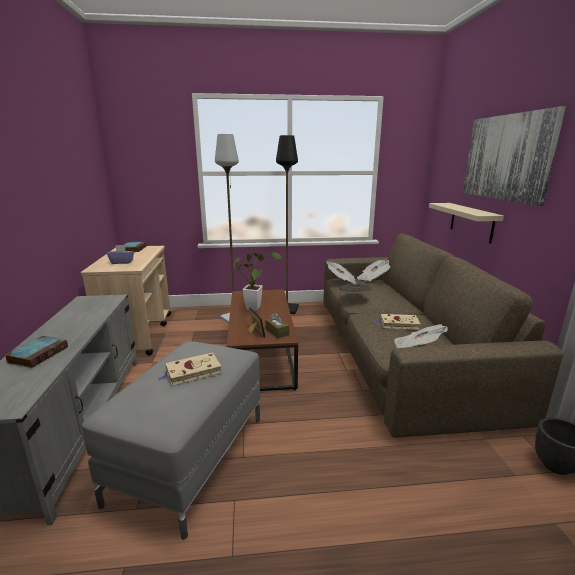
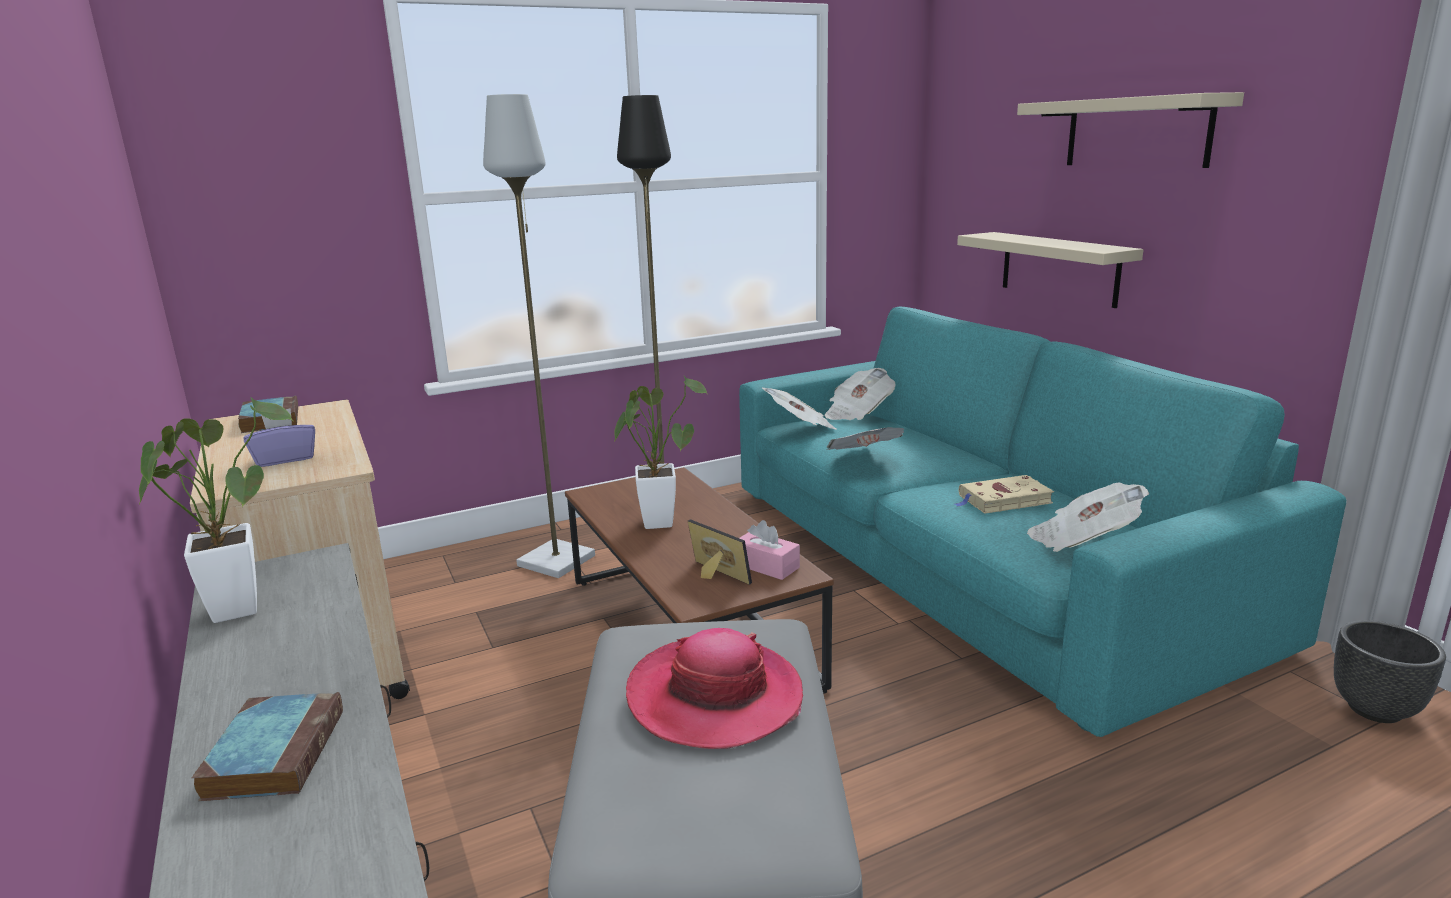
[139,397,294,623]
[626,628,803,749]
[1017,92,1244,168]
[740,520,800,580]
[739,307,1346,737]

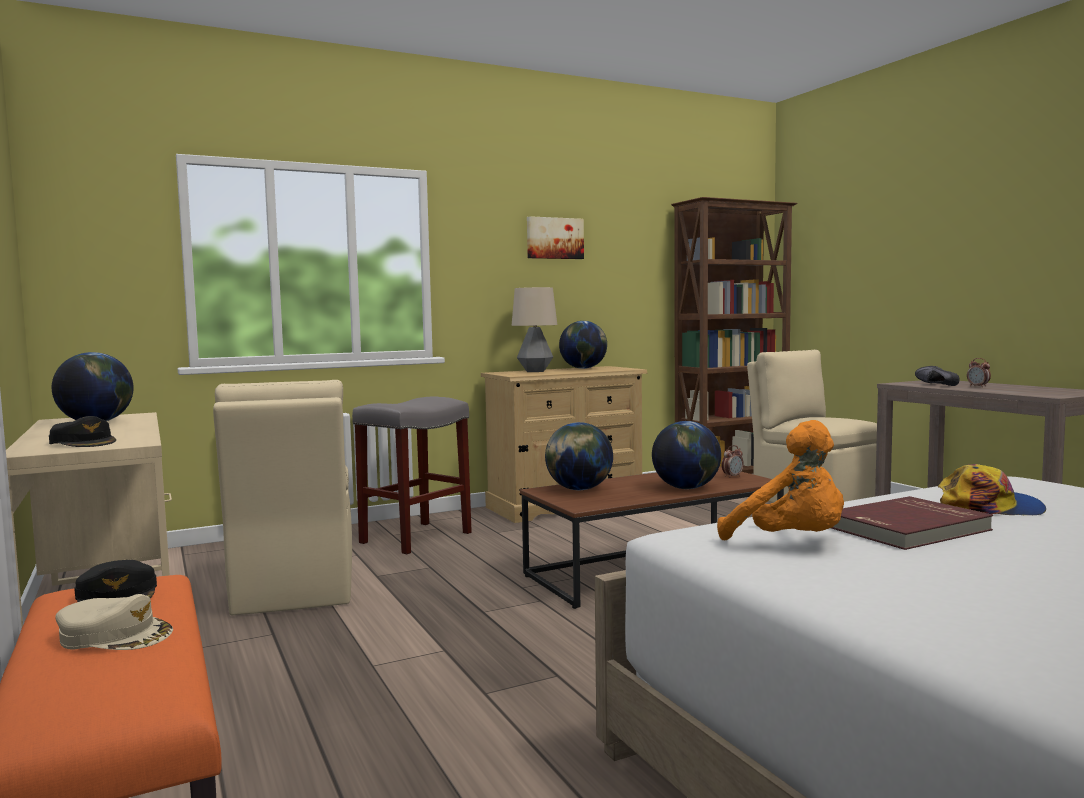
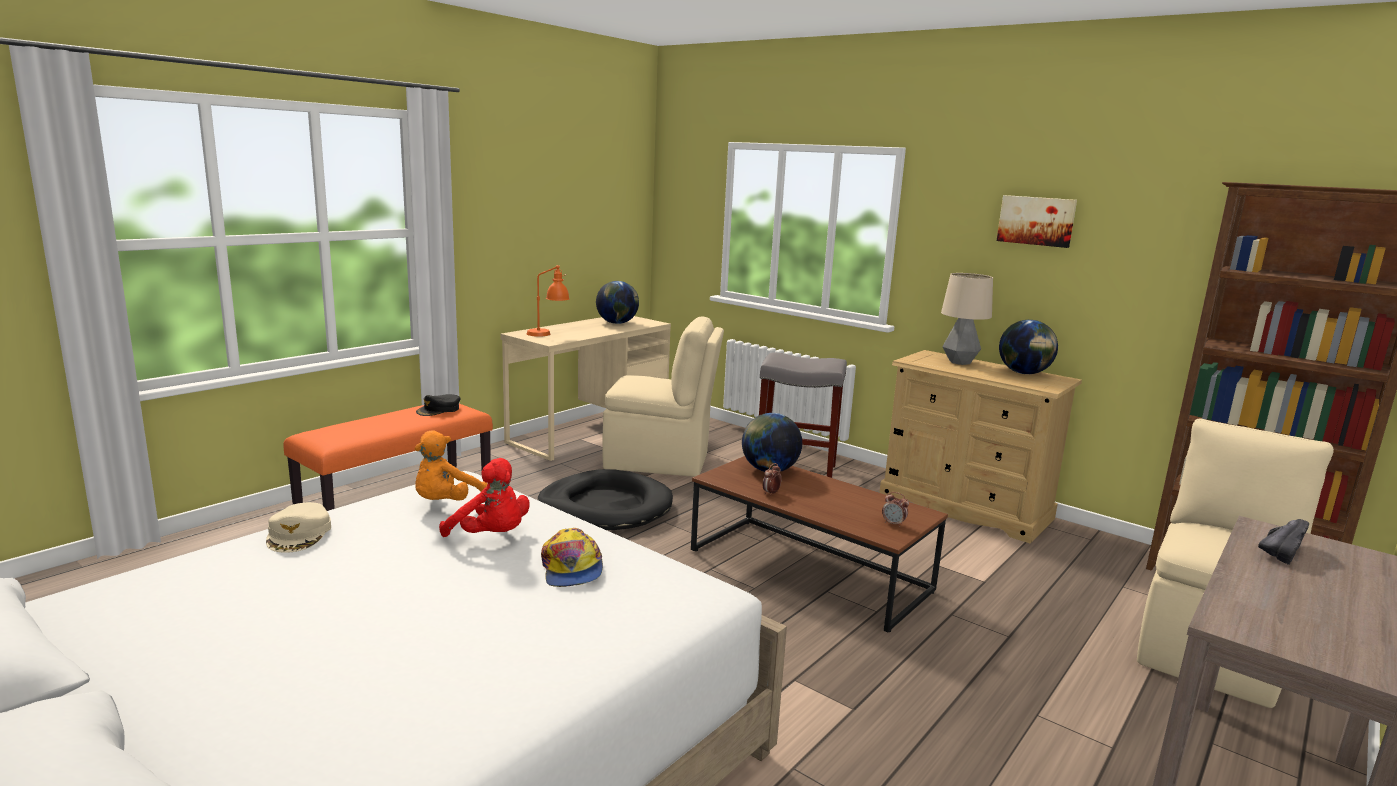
[652,421,721,489] (first image)
[538,469,673,530]
[266,502,331,553]
[763,463,782,496]
[527,265,570,337]
[439,458,530,537]
[602,316,724,477]

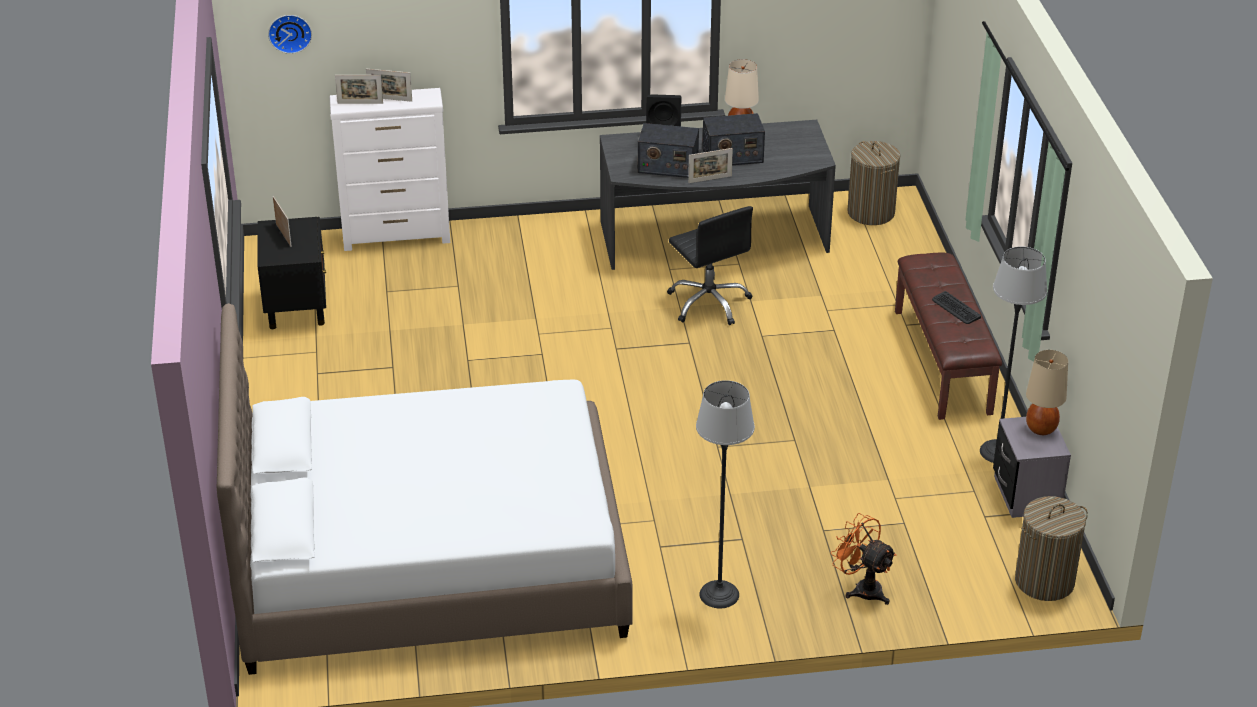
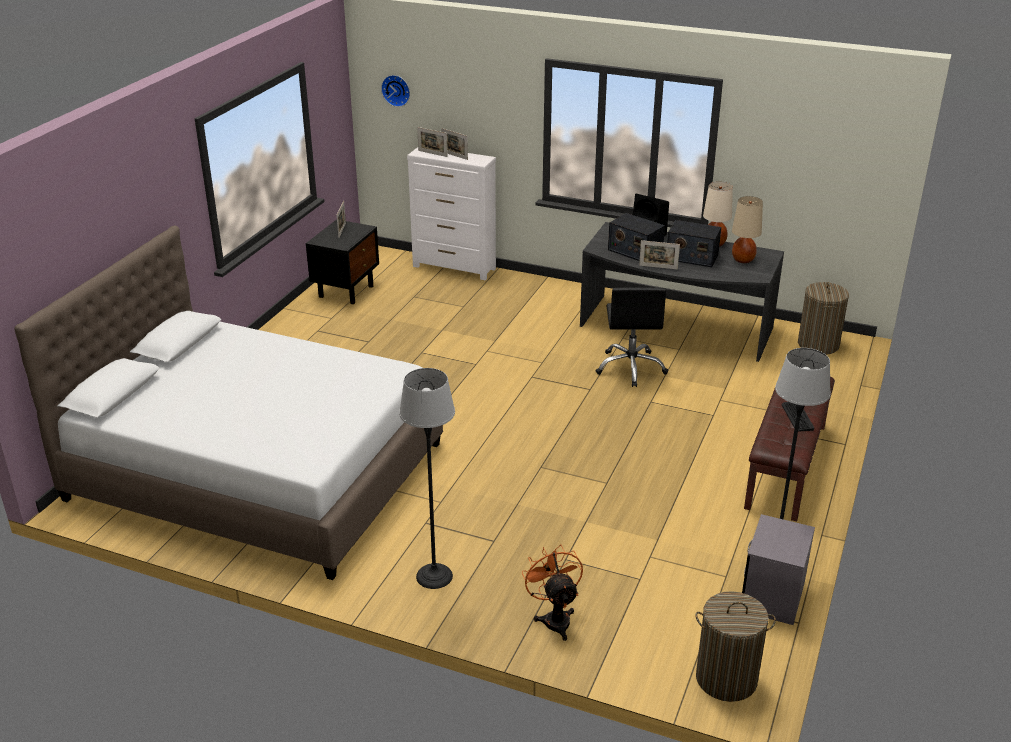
[732,196,763,263]

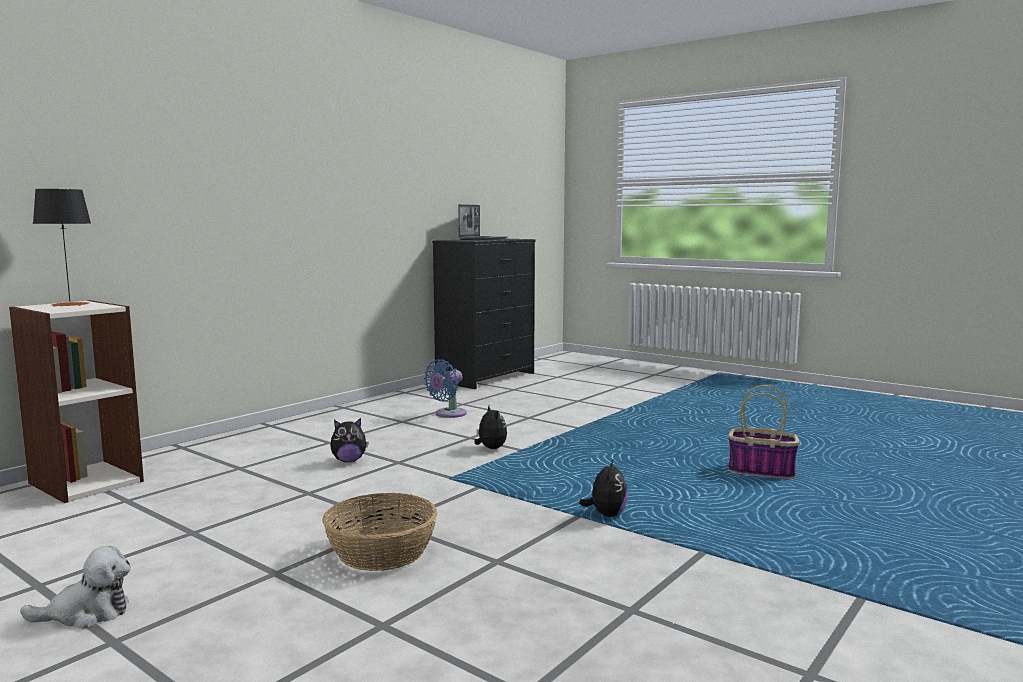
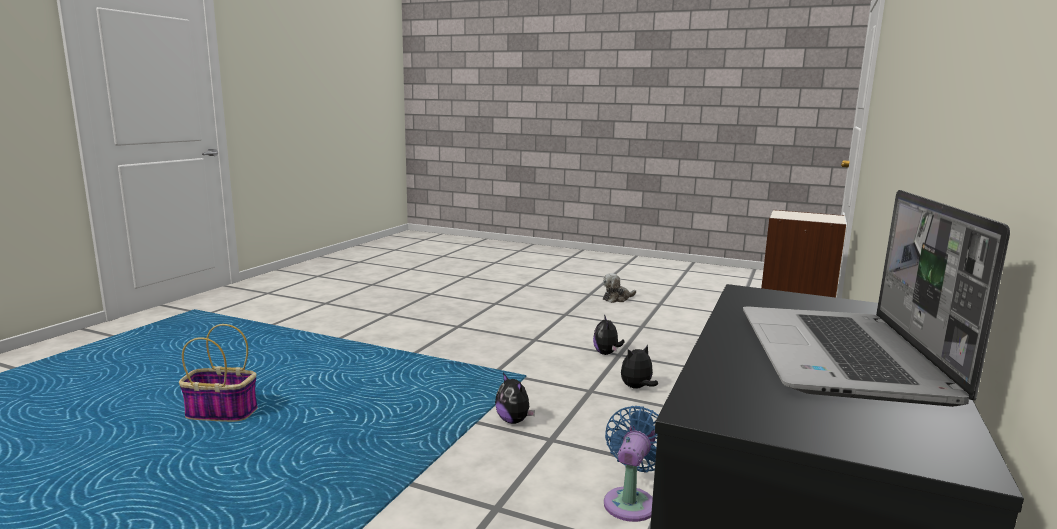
[33,189,91,306] (first image)
[322,493,438,571] (first image)
[593,314,625,355]

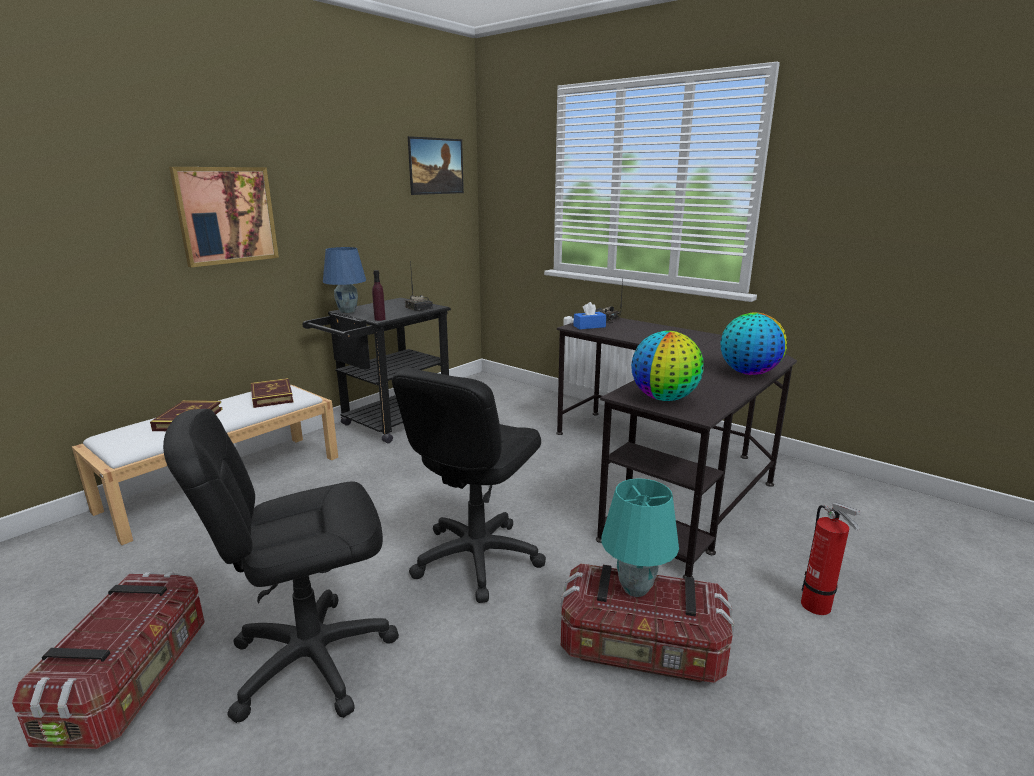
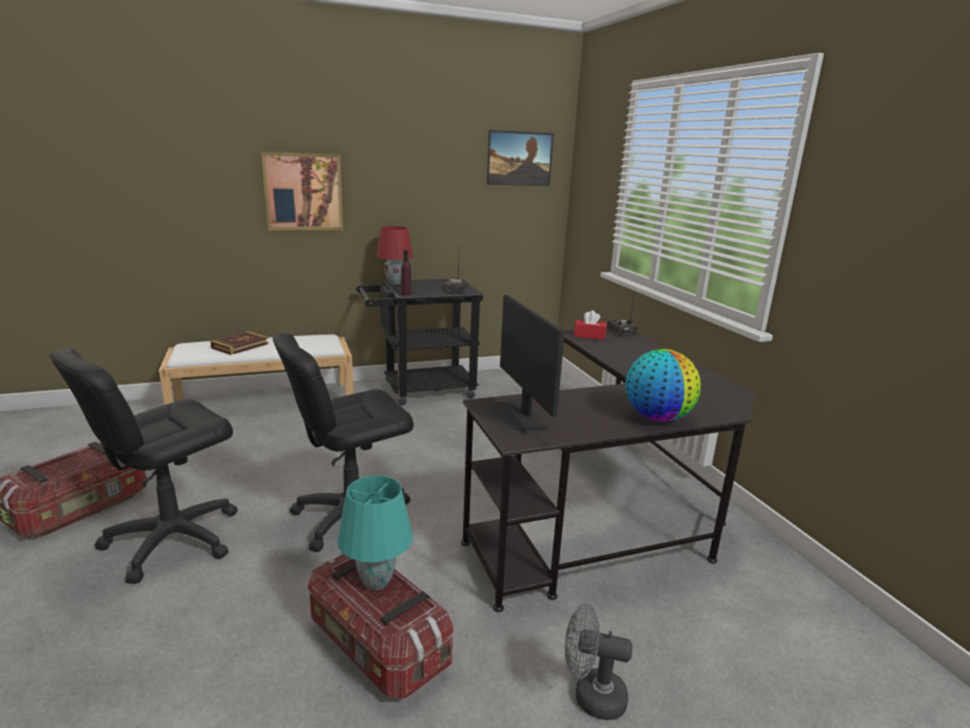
[251,378,293,408] (first image)
[482,295,565,435]
[565,604,633,720]
[376,226,413,285]
[574,310,607,340]
[49,348,238,584]

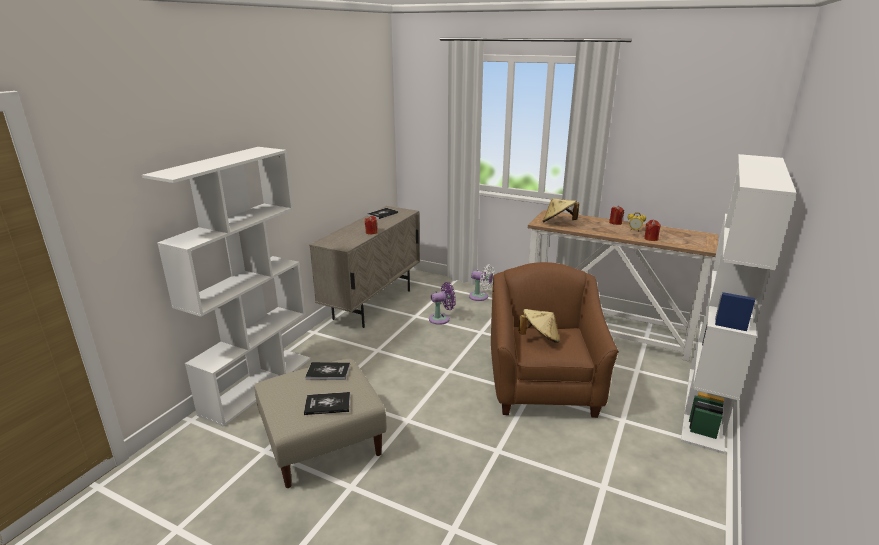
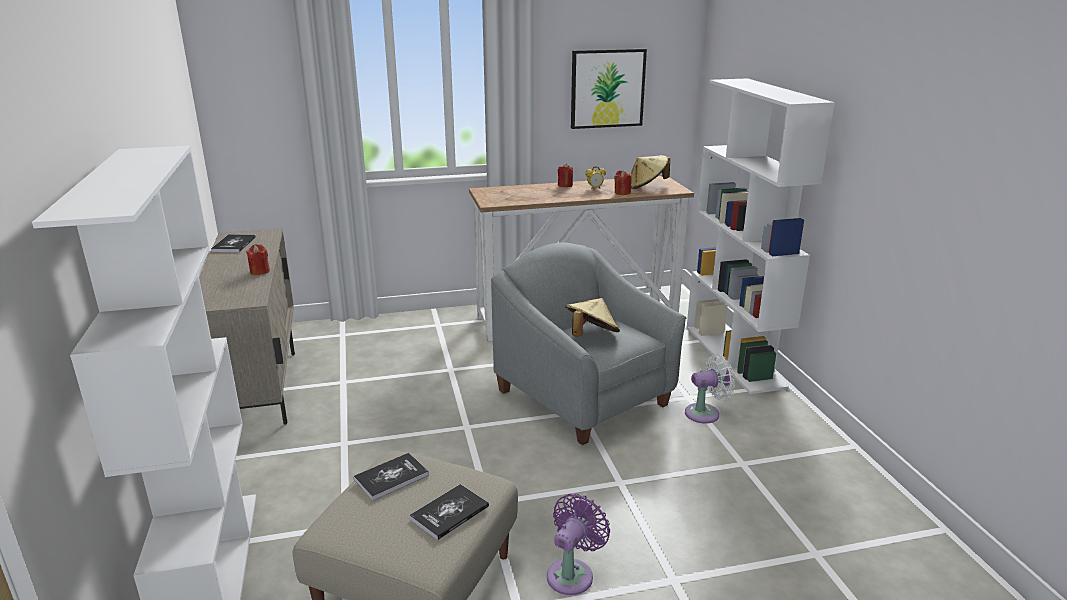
[571,49,647,129]
[547,494,610,595]
[685,354,735,424]
[630,155,670,189]
[491,243,686,445]

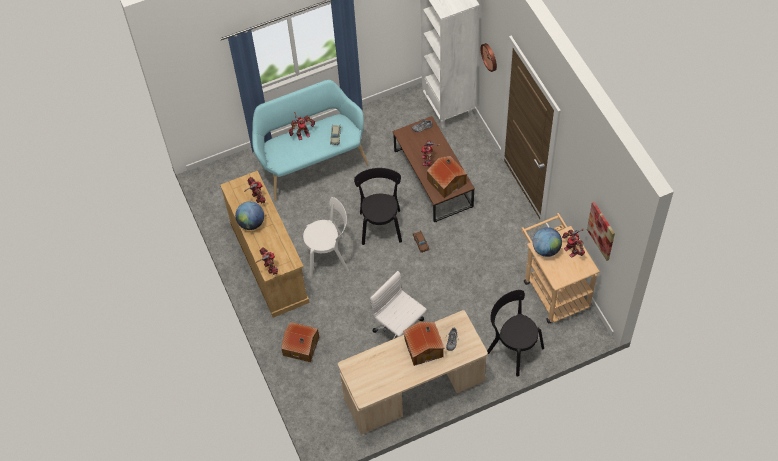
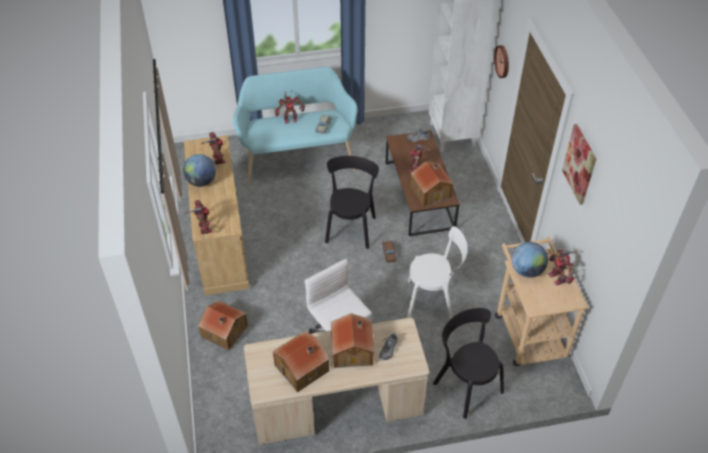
[272,331,329,392]
[407,226,468,319]
[562,124,597,205]

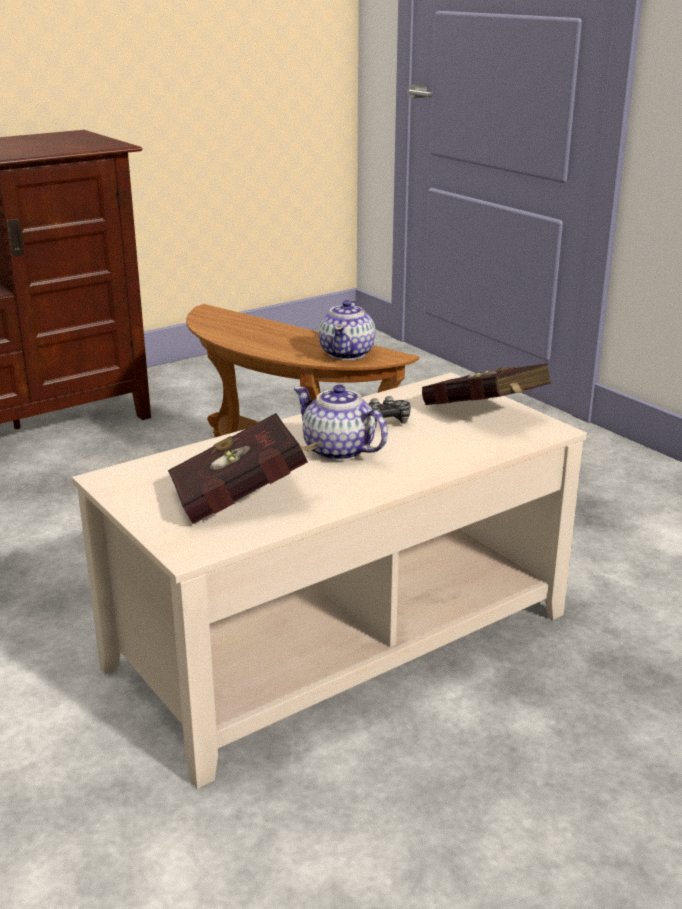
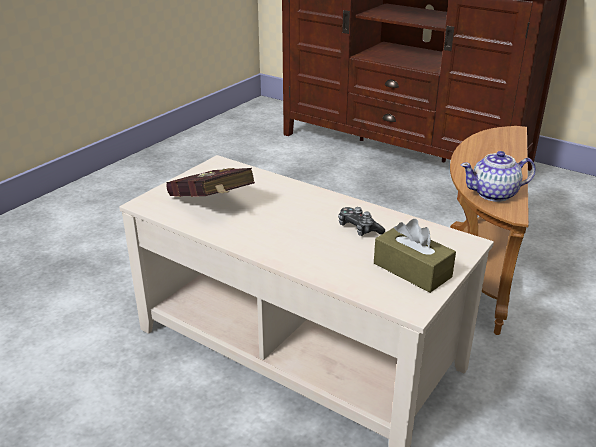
[294,385,388,461] (first image)
[374,219,456,293]

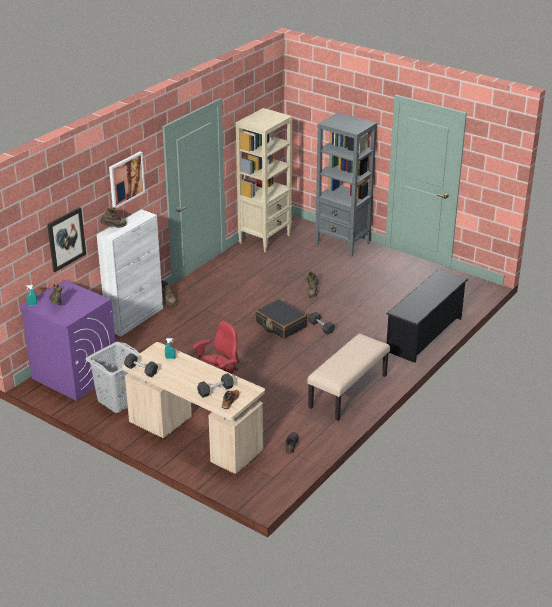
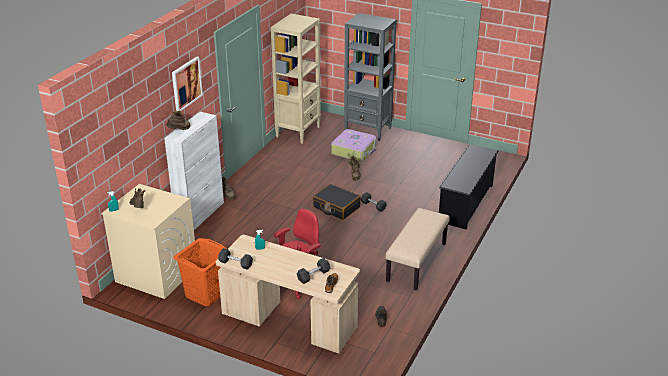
[47,207,86,272] (first image)
[331,129,376,162]
[101,184,195,299]
[173,238,227,307]

